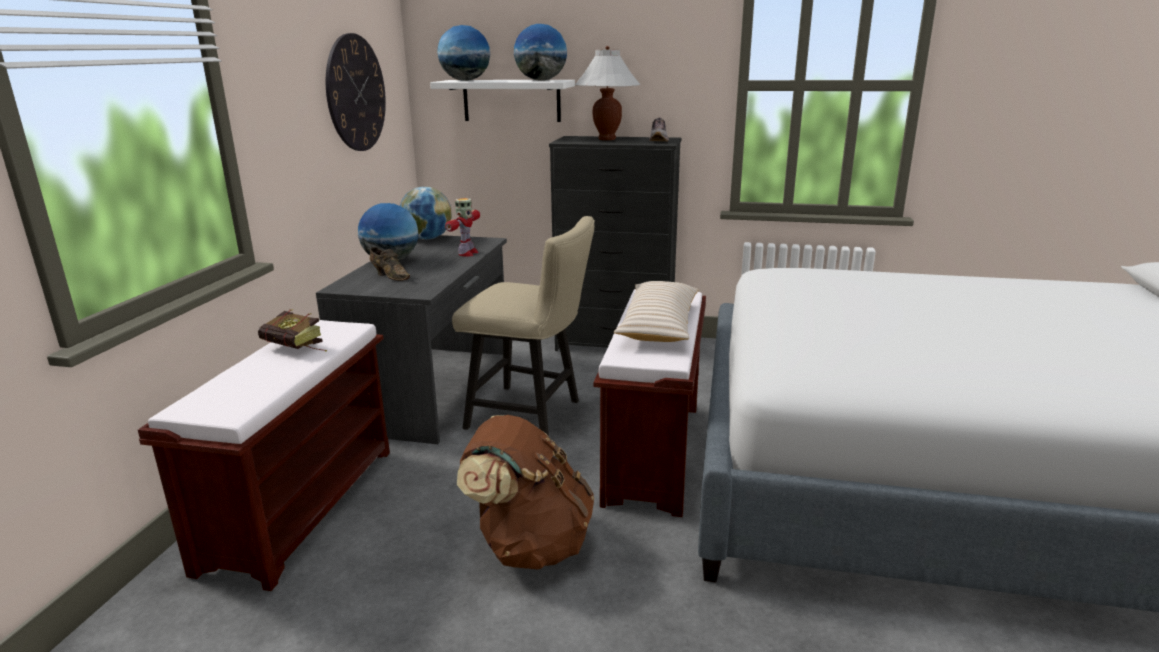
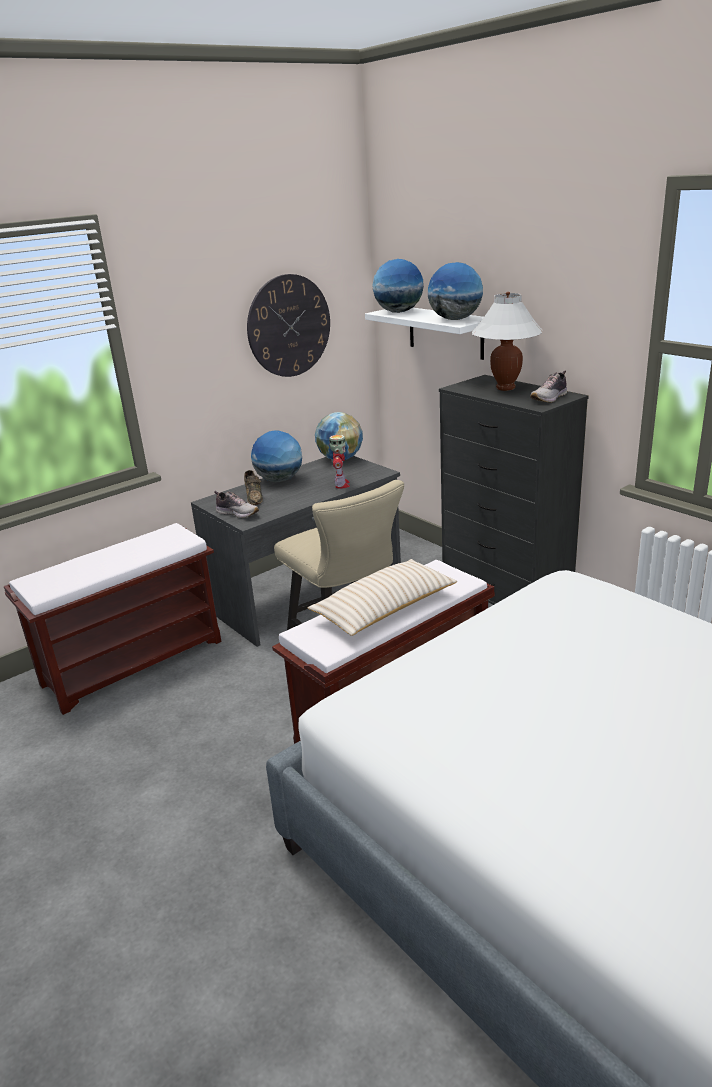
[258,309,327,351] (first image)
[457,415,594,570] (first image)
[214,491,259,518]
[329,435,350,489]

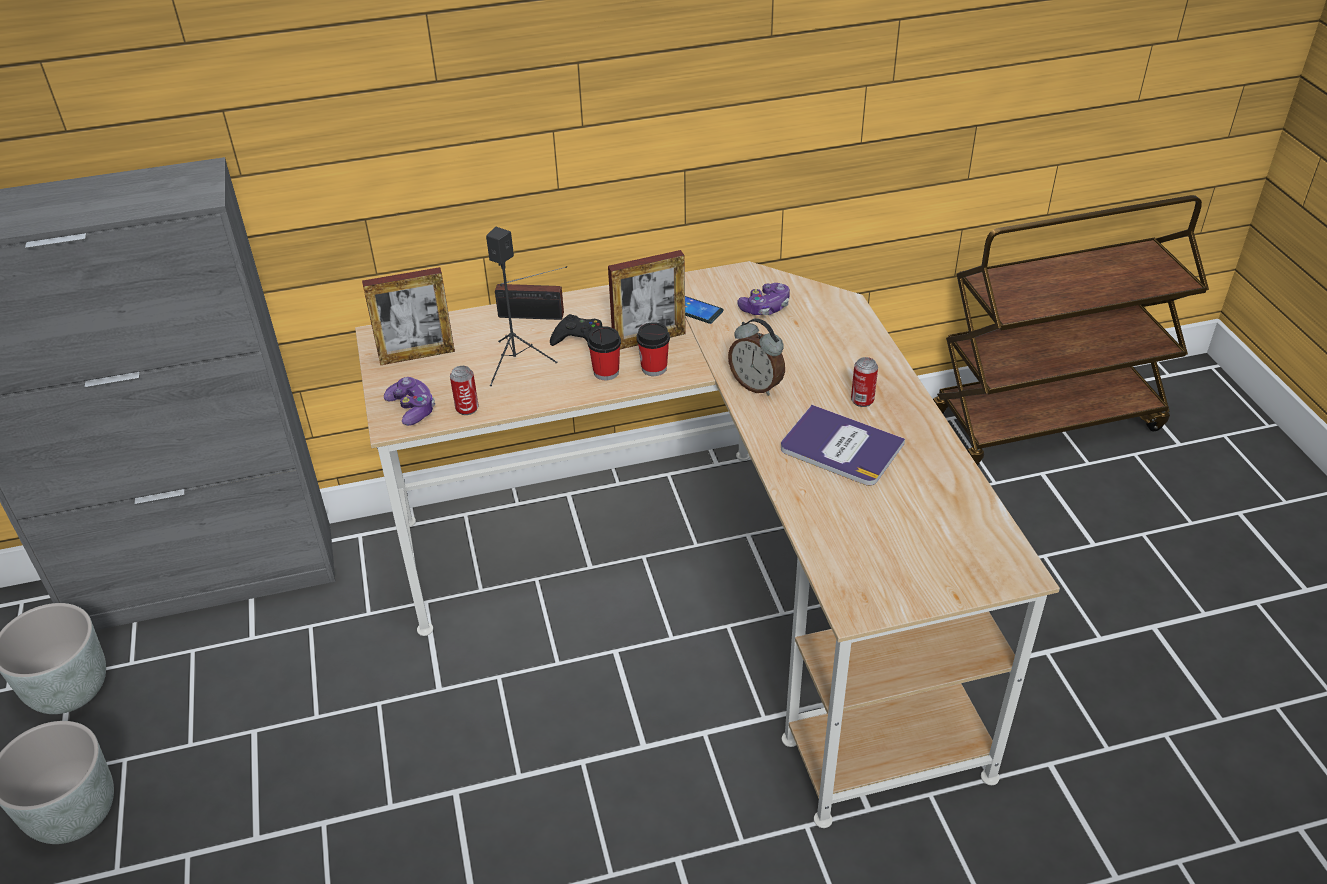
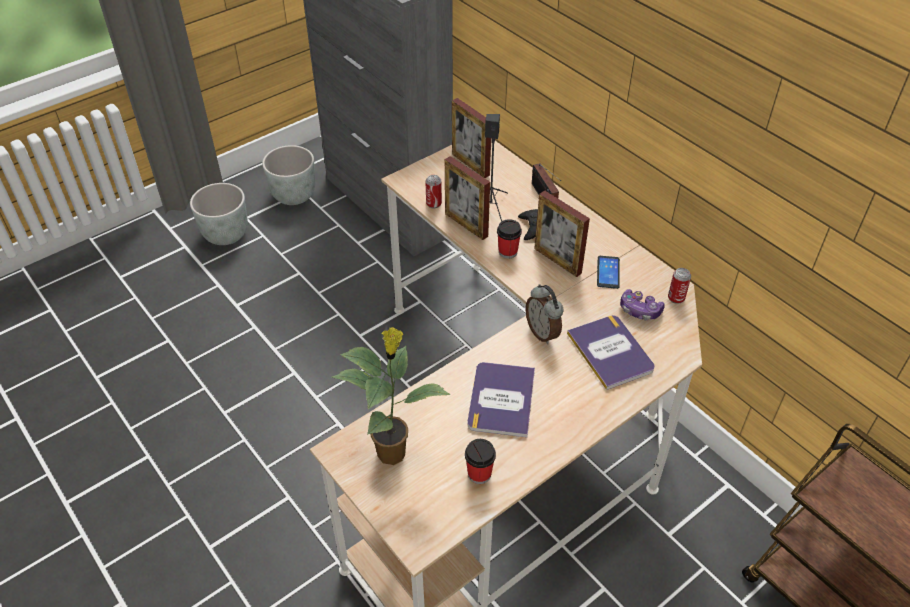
[384,377,435,426] (first image)
[332,327,451,465]
[445,156,490,240]
[567,315,655,390]
[465,439,496,484]
[668,268,691,304]
[526,284,563,344]

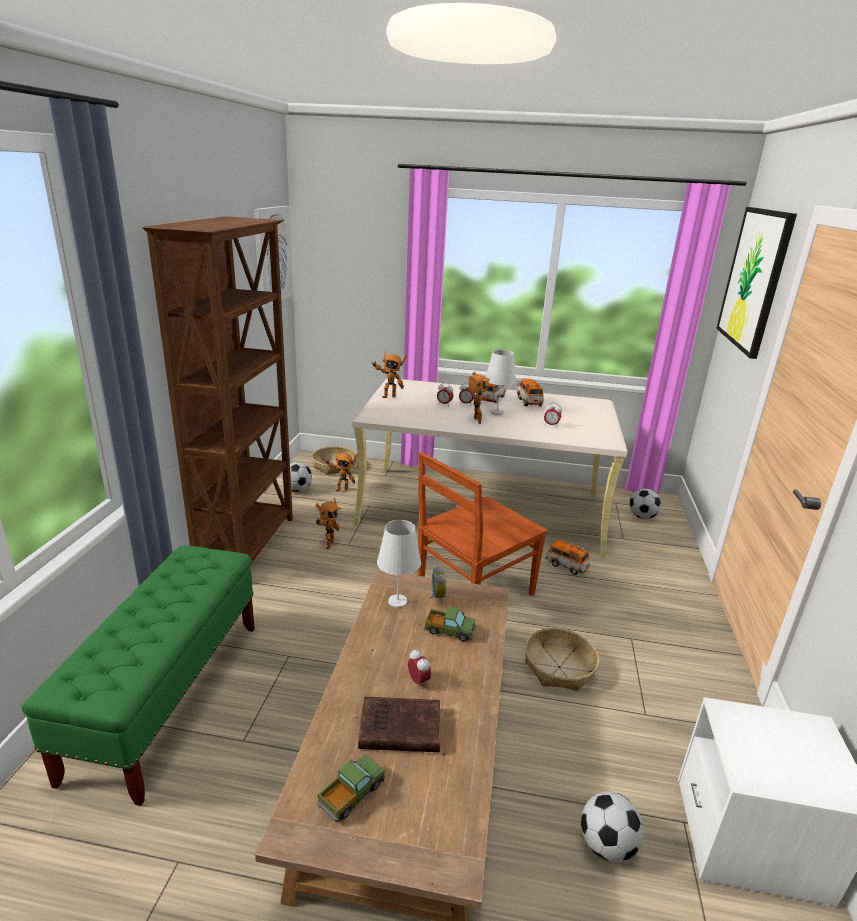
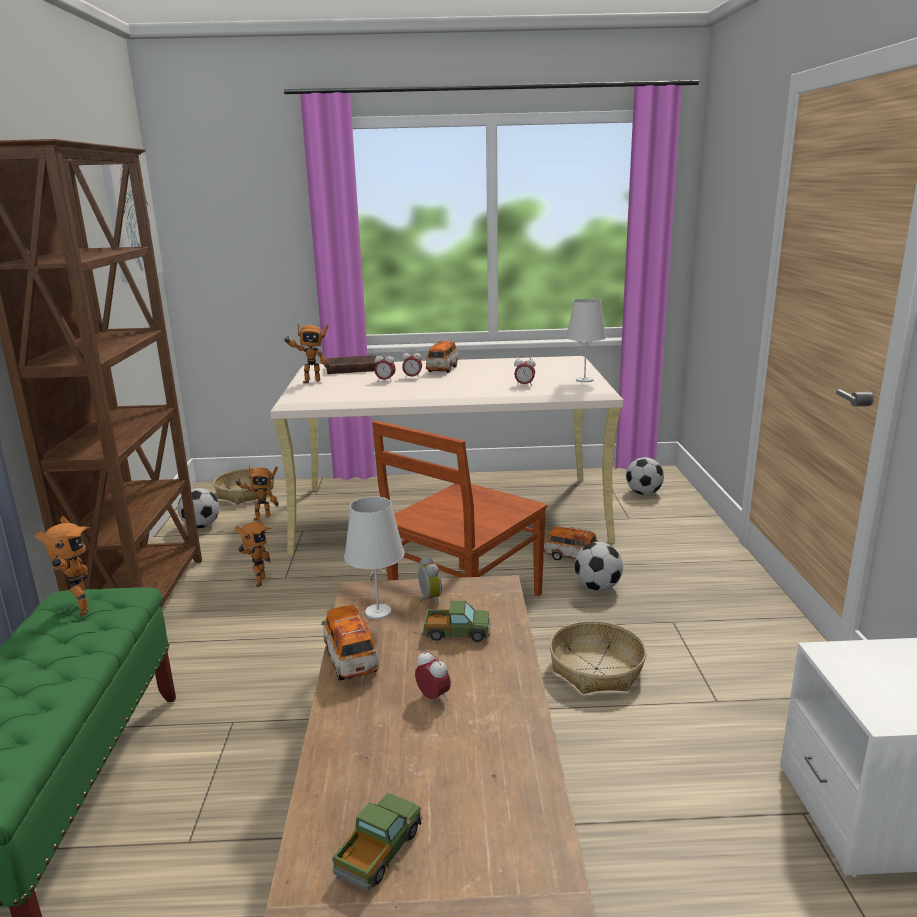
[716,207,797,359] (first image)
[326,355,378,374]
[35,516,91,616]
[566,299,606,382]
[322,605,380,681]
[575,542,623,591]

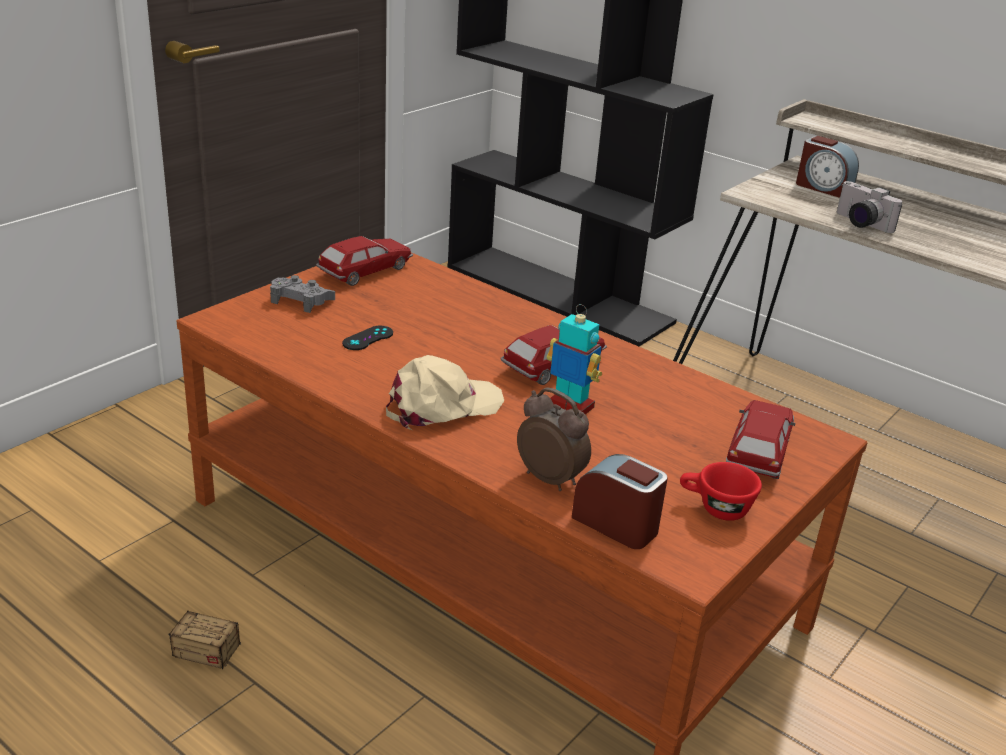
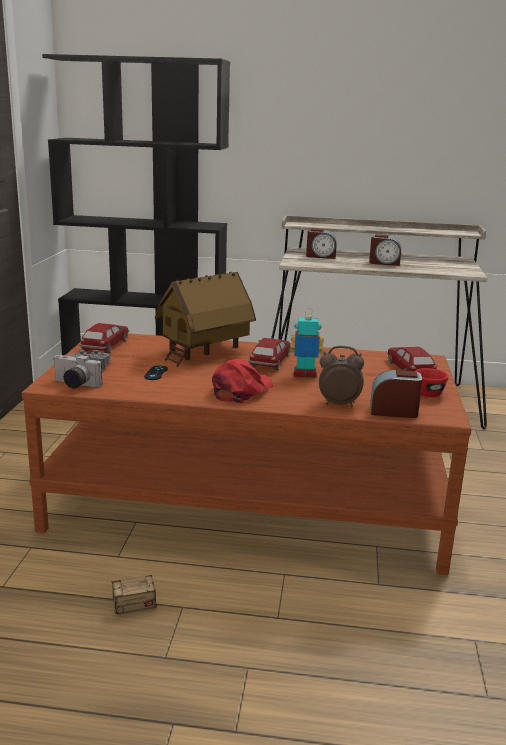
[155,272,256,367]
[369,234,401,266]
[53,355,102,389]
[212,359,273,403]

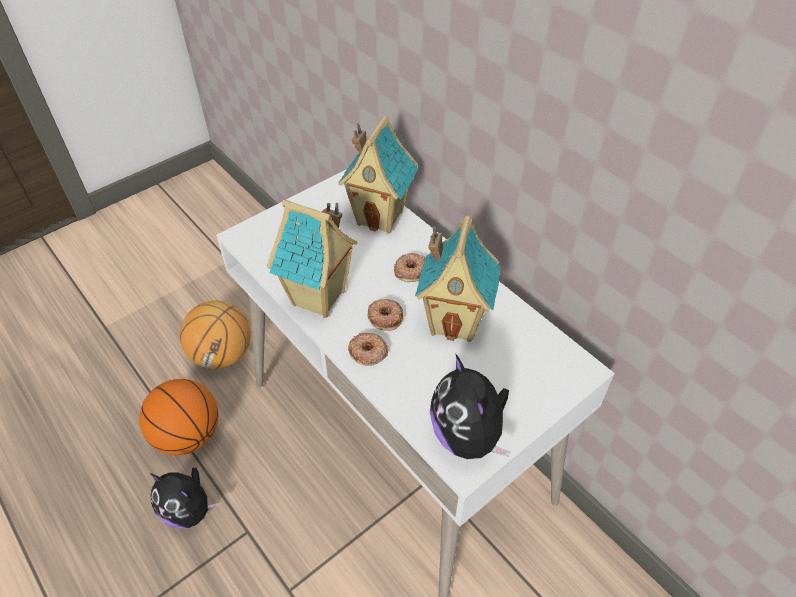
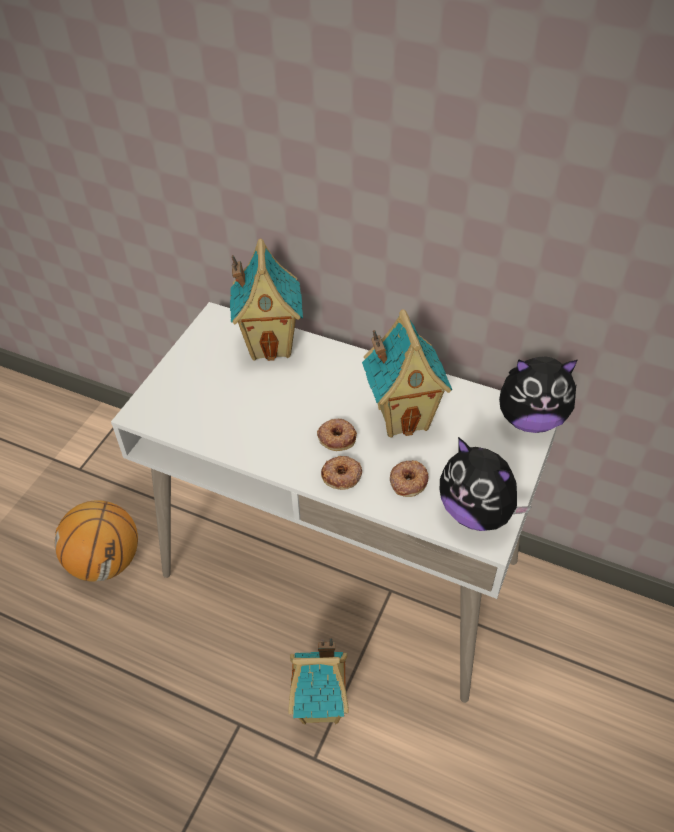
[139,379,218,455] (first image)
[499,356,577,433]
[288,637,349,725]
[390,460,429,497]

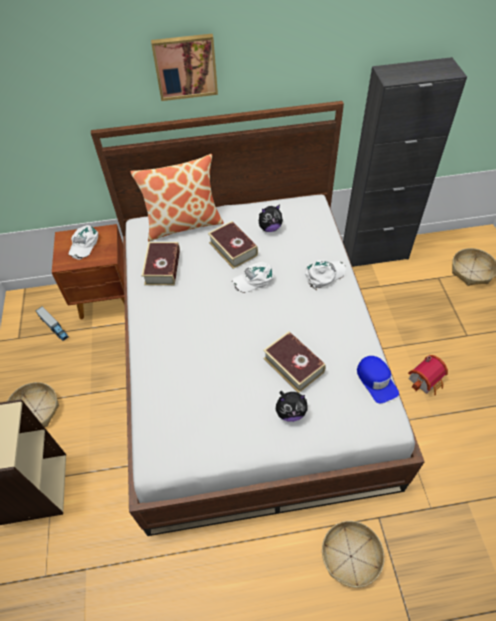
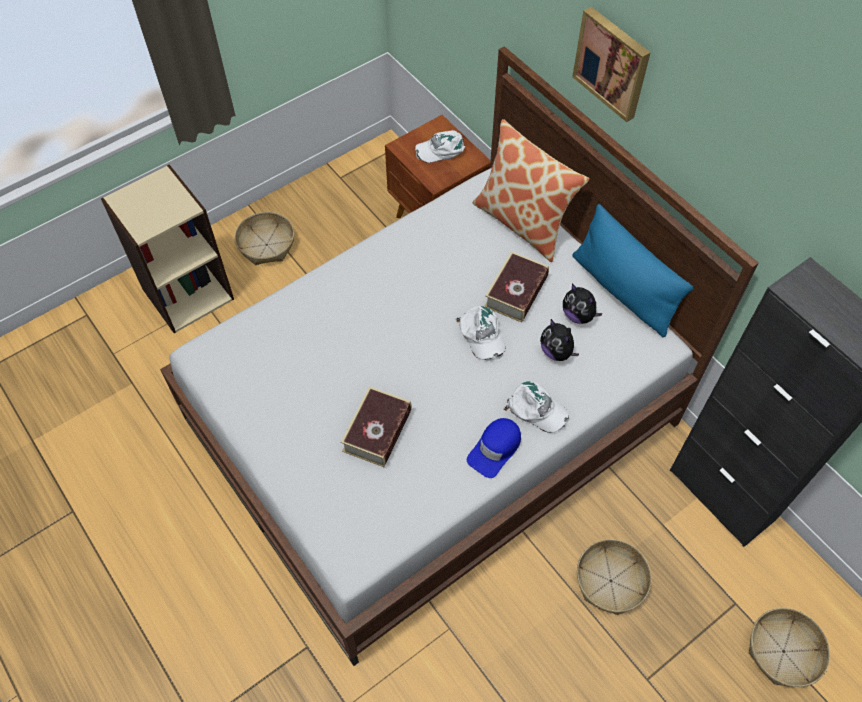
[36,306,69,341] (first image)
[142,242,180,285] (first image)
[408,355,448,395] (first image)
[572,204,694,337]
[540,319,579,361]
[577,539,652,615]
[467,418,521,478]
[455,306,505,361]

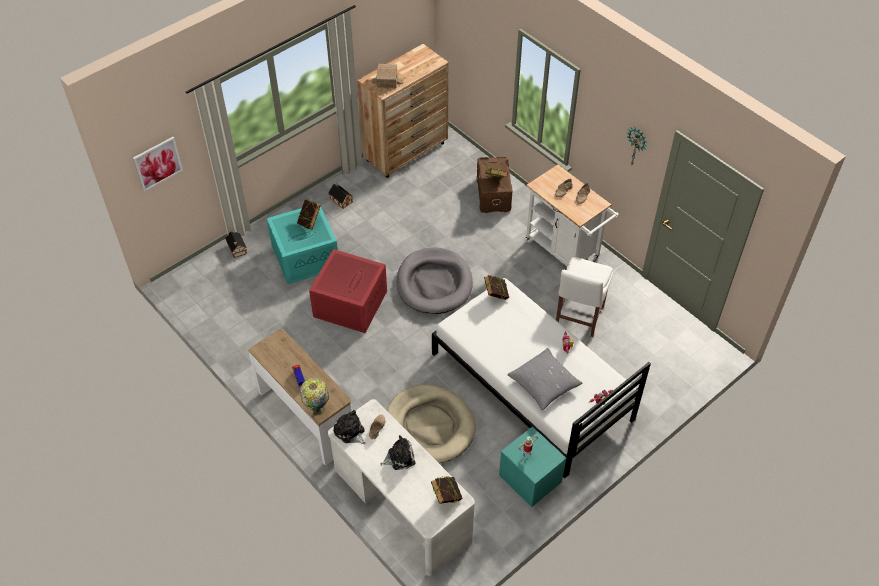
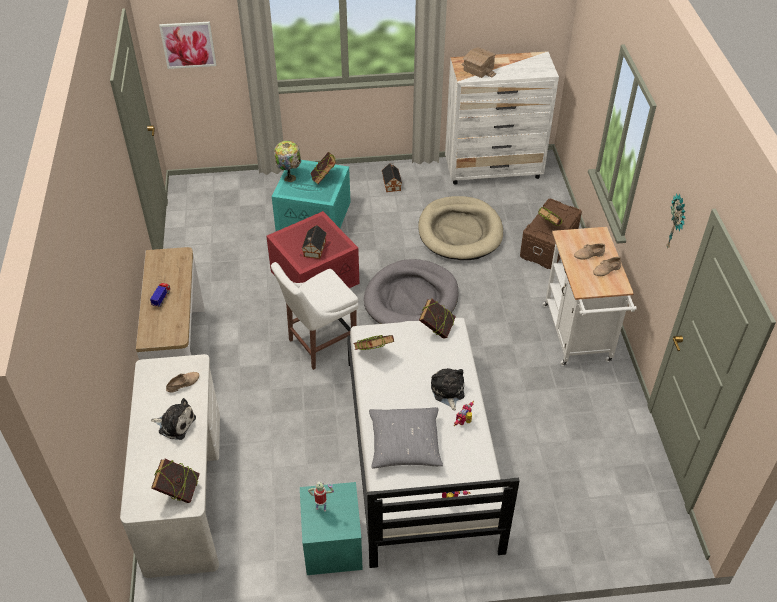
[353,335,394,350]
[302,225,327,259]
[274,141,301,182]
[431,368,464,411]
[418,196,503,260]
[271,262,359,370]
[445,51,559,185]

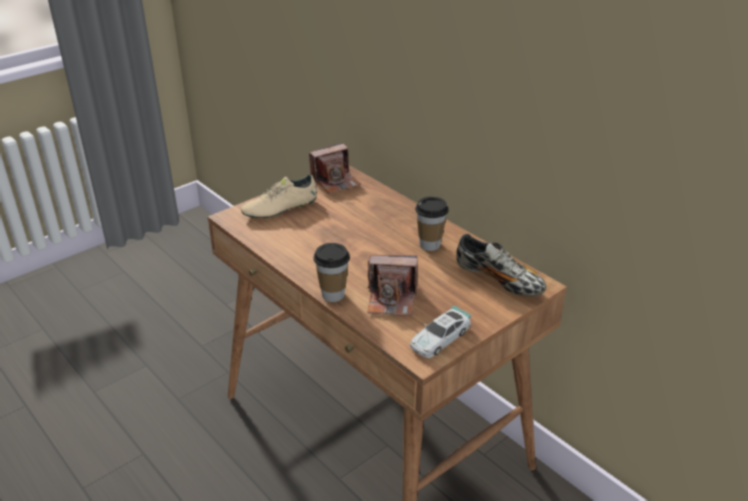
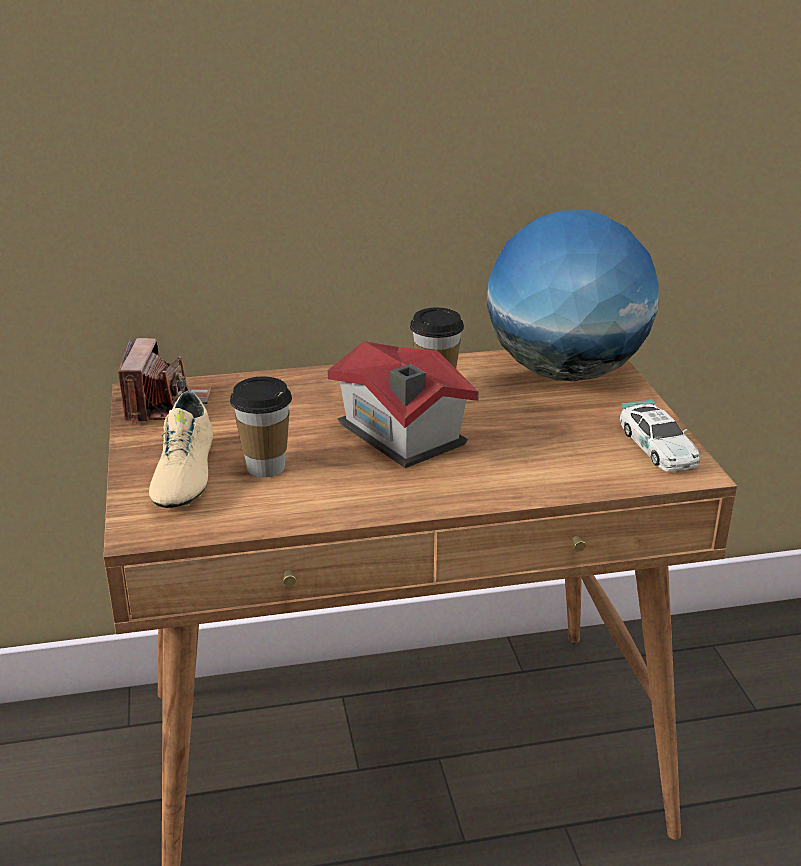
[367,255,417,316] (first image)
[328,341,479,468]
[230,377,292,477]
[487,210,659,381]

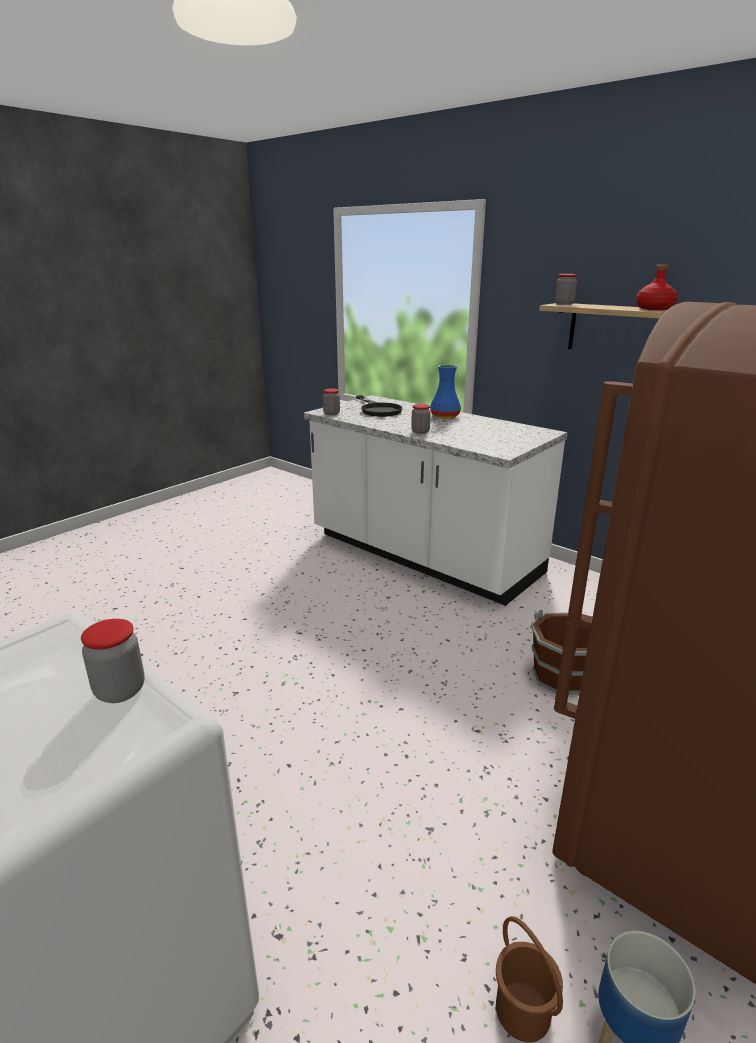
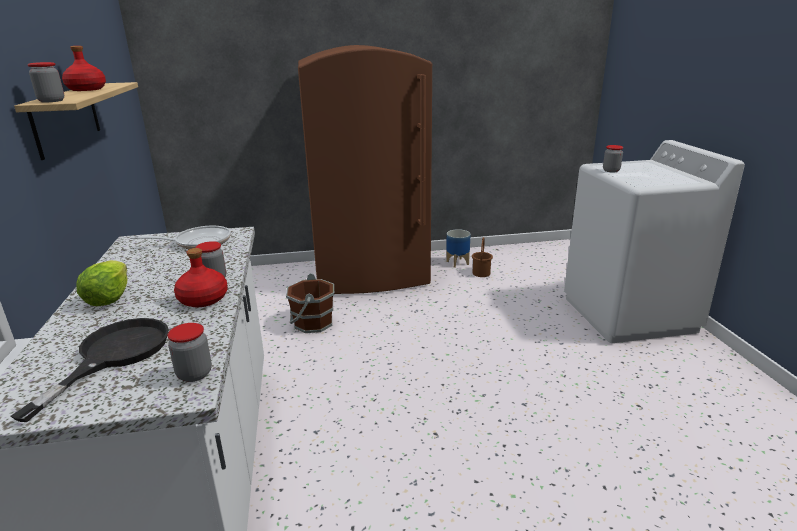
[130,226,231,249]
[174,248,228,307]
[76,260,127,306]

